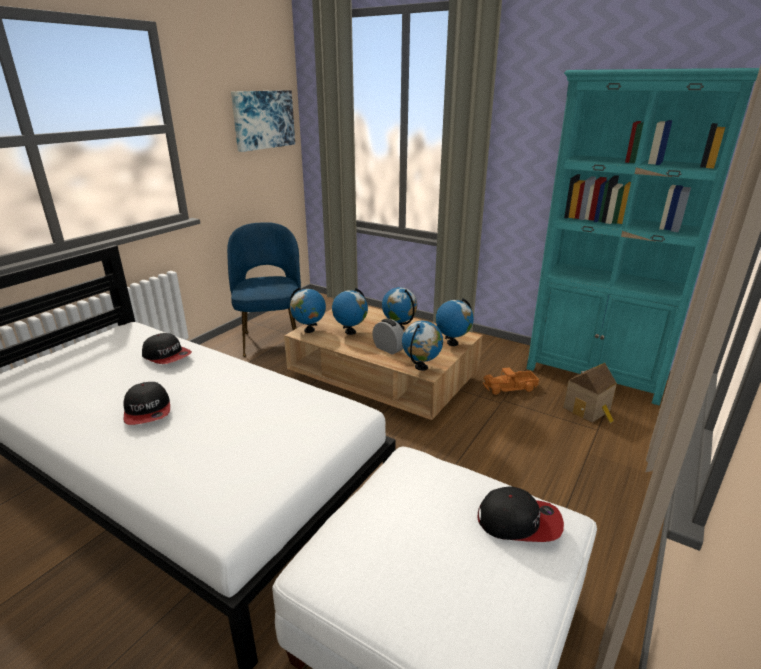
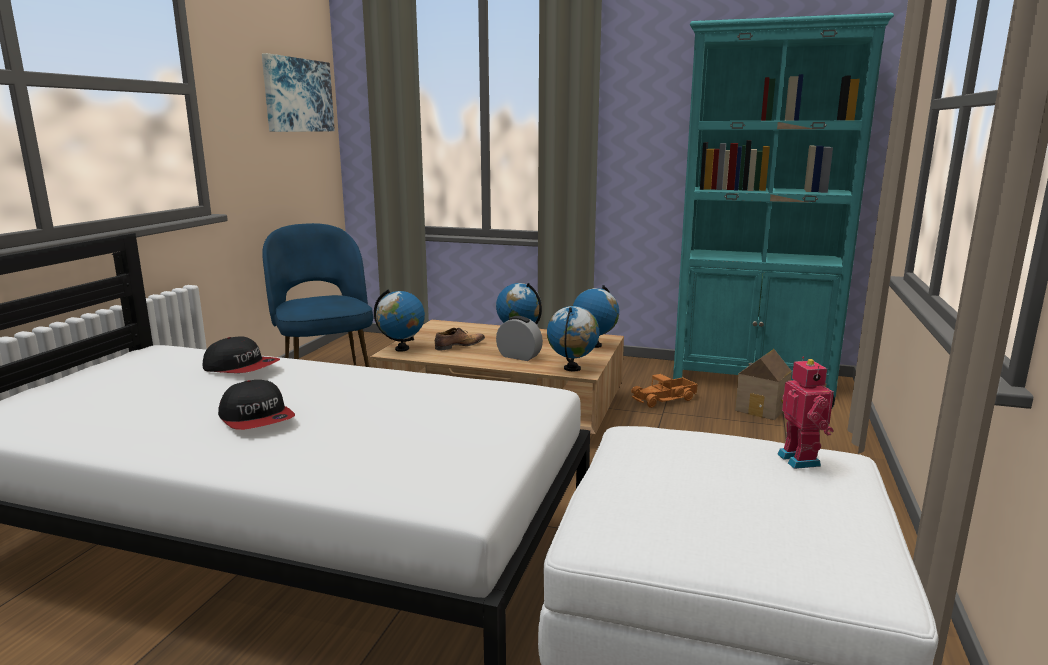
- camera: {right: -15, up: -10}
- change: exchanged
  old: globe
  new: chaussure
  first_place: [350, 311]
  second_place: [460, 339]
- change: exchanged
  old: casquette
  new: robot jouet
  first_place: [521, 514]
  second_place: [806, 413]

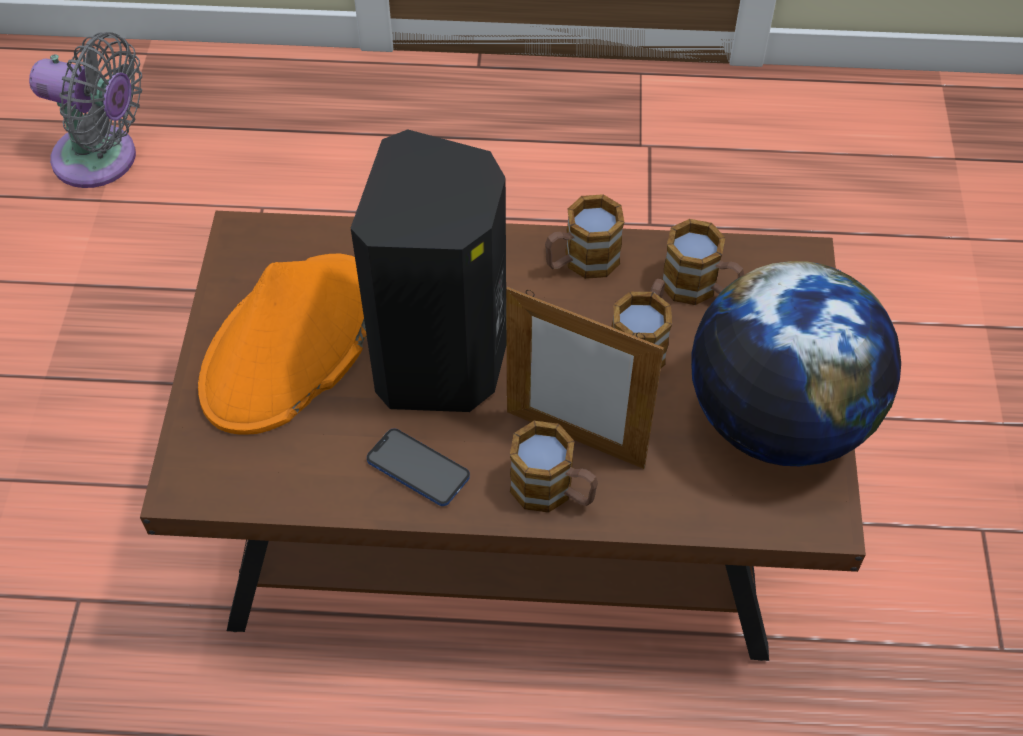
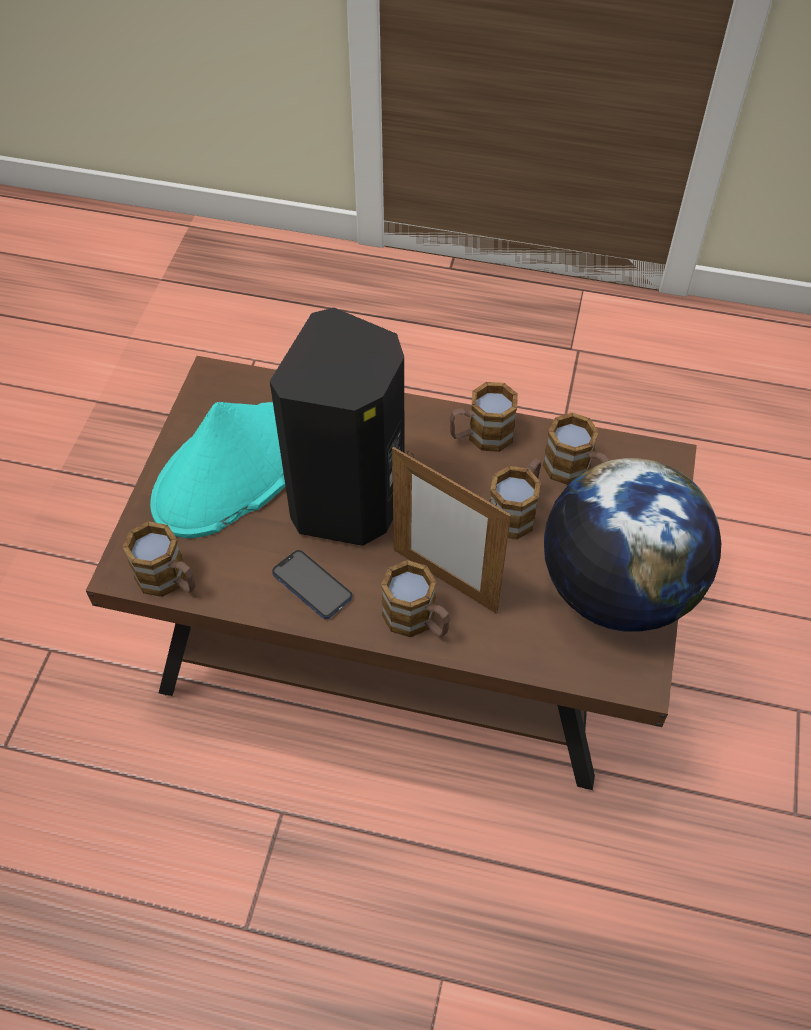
- camera: {right: 10, up: 0}
- change: missing
  old: ventilateur (gris)
  first_place: [85, 110]
- change: appeared
  new: mug
  second_place: [159, 559]
- change: colour
  old: chapeau (orange)
  new: chapeau (turquoise)
  first_place: [282, 344]
  second_place: [217, 470]

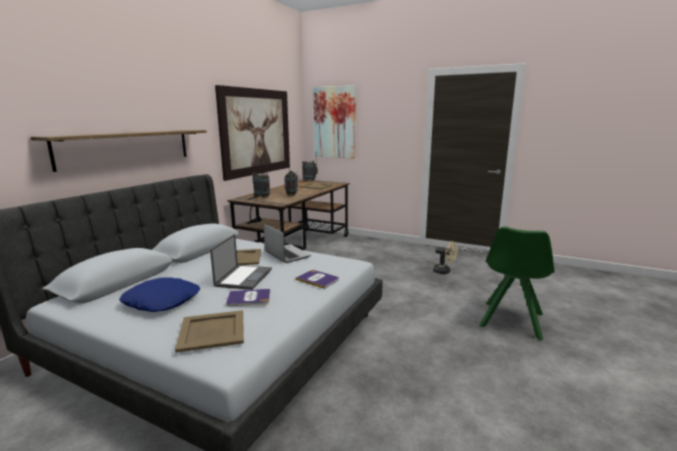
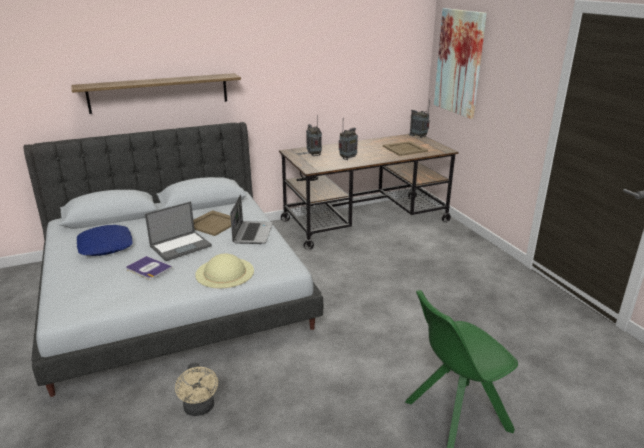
- camera: {right: 40, up: 10}
- change: missing
  old: plateau (beige)
  first_place: [209, 331]
- change: missing
  old: tableau
  first_place: [252, 133]
- change: relocated
  old: ventilateur (beige)
  first_place: [445, 257]
  second_place: [196, 389]
- change: exchanged
  old: livre
  new: chapeau (beige)
  first_place: [317, 279]
  second_place: [224, 271]

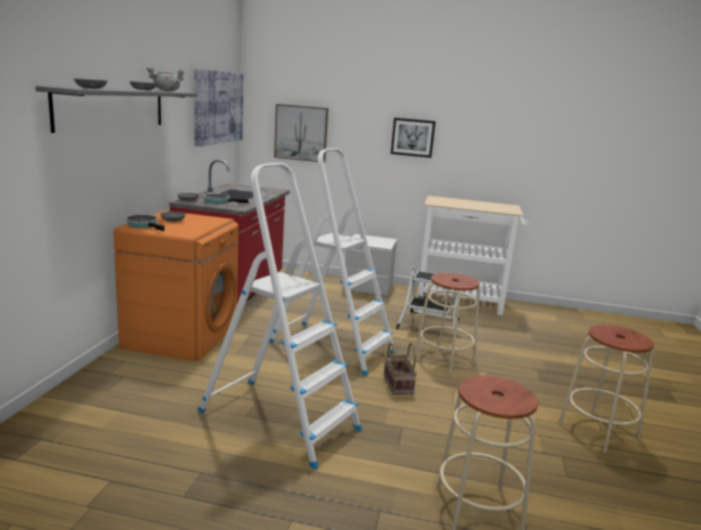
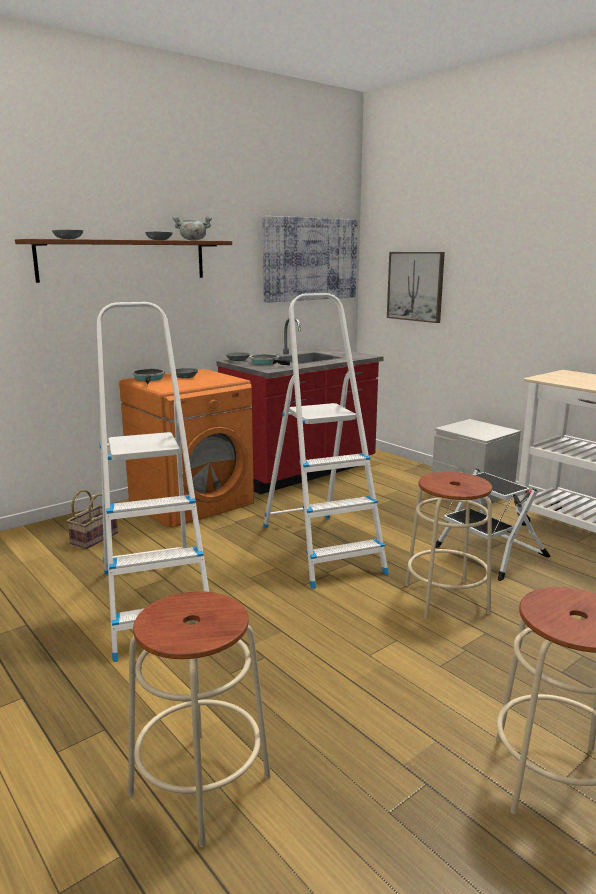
- camera: {right: 40, up: 0}
- change: missing
  old: tableau
  first_place: [413, 138]
- change: relocated
  old: panier
  first_place: [400, 368]
  second_place: [92, 519]
- change: colour
  old: étagère (gris)
  new: étagère (marron)
  first_place: [116, 109]
  second_place: [123, 261]

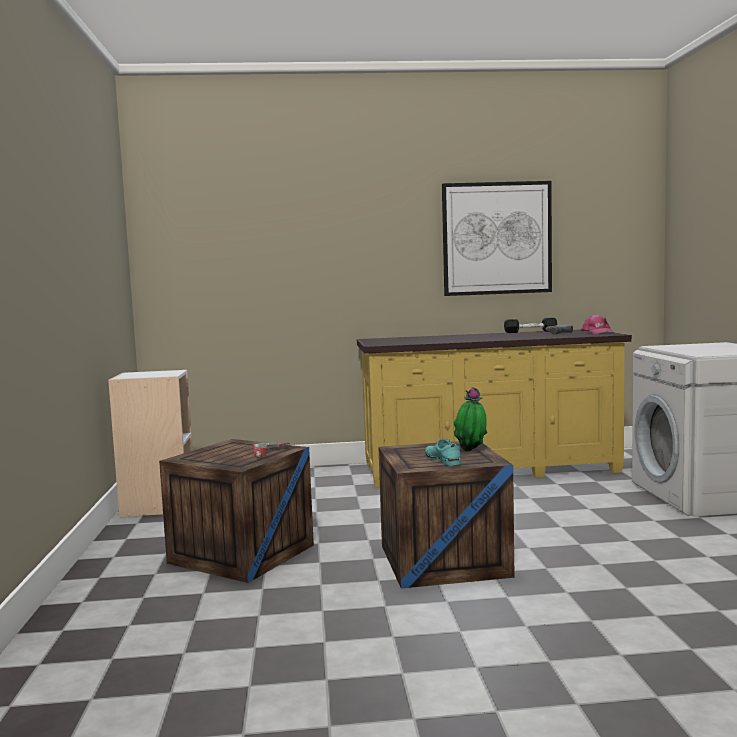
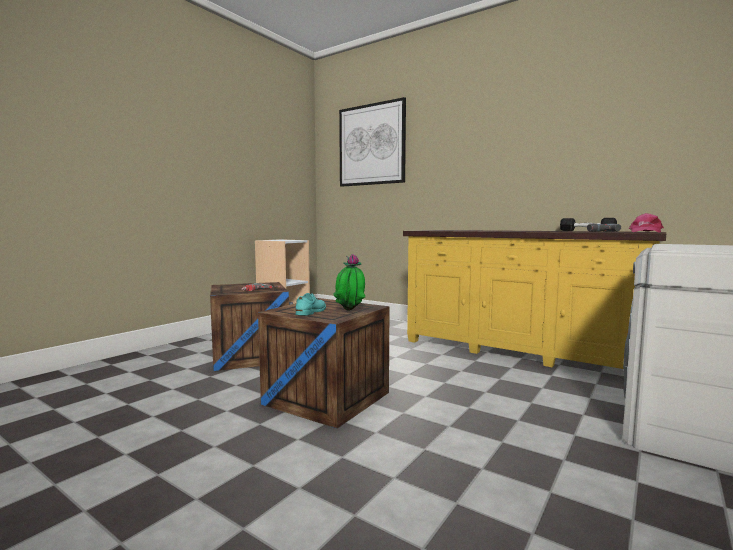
- camera: {right: 40, up: 0}
- change: relocated
  old: tableau
  first_place: [497, 238]
  second_place: [372, 142]

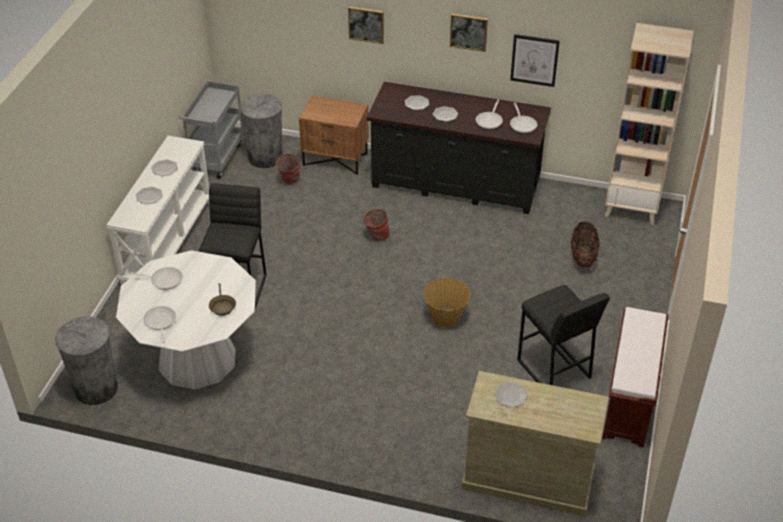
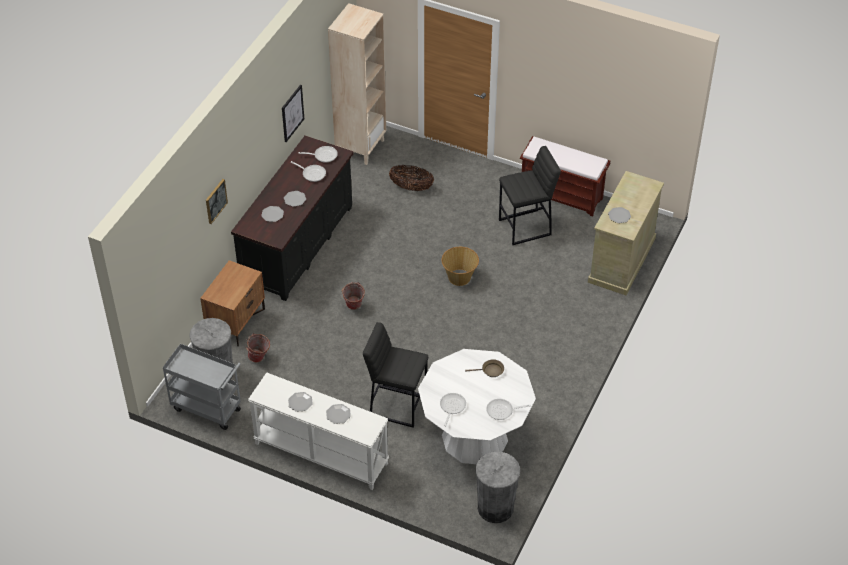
- camera: {right: -80, up: 5}
- change: missing
  old: tableau
  first_place: [469, 33]

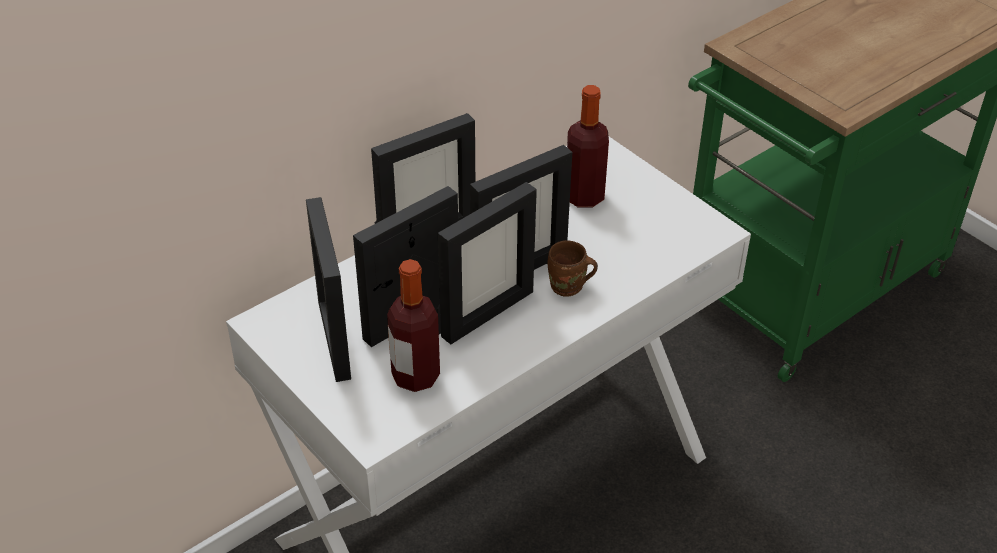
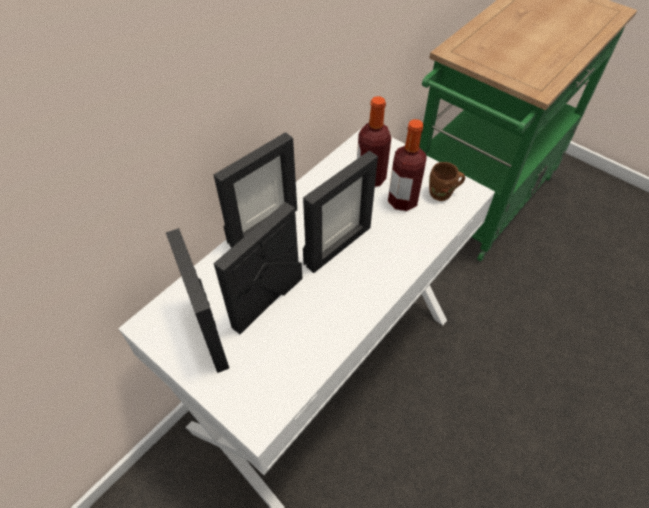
- camera: {right: -10, up: 10}
- change: missing
  old: cadre photo
  first_place: [487, 263]
- change: relocated
  old: bouteille
  first_place: [413, 325]
  second_place: [407, 165]
- change: relocated
  old: mug (marron)
  first_place: [572, 268]
  second_place: [447, 181]

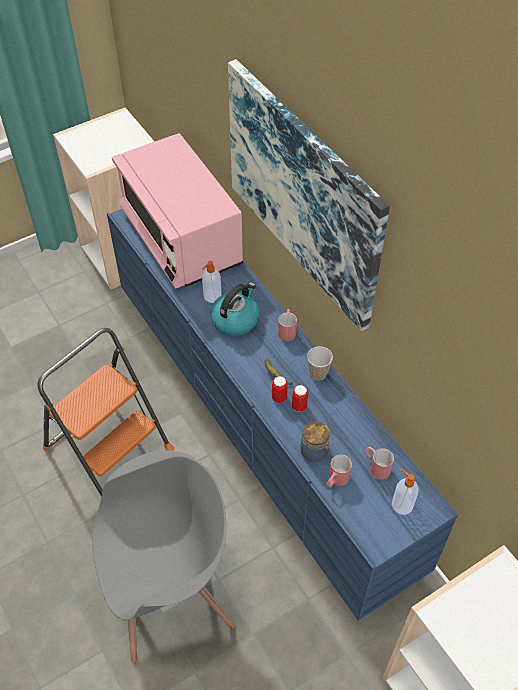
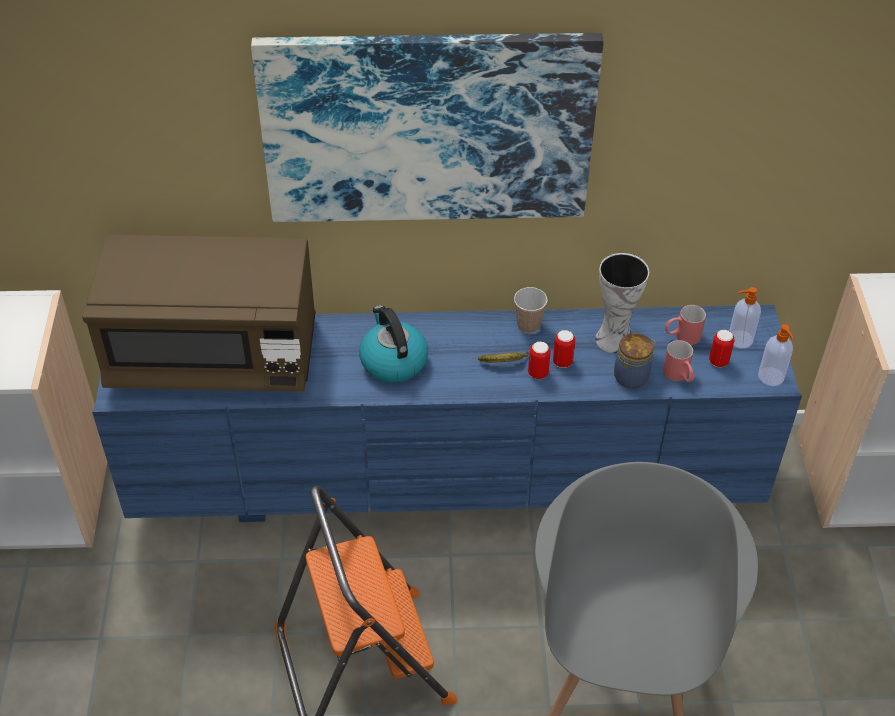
- camera: {right: -60, up: -5}
- change: missing
  old: mug (rouge)
  first_place: [287, 325]
- change: appeared
  new: vase
  second_place: [622, 303]
- change: appeared
  new: boîte métallique
  second_place: [722, 348]
- change: relocated
  old: distributeur de savon
  first_place: [212, 282]
  second_place: [776, 355]
- change: colour
  old: micro-ondes (rose)
  new: micro-ondes (marron)
  first_place: [177, 211]
  second_place: [199, 313]

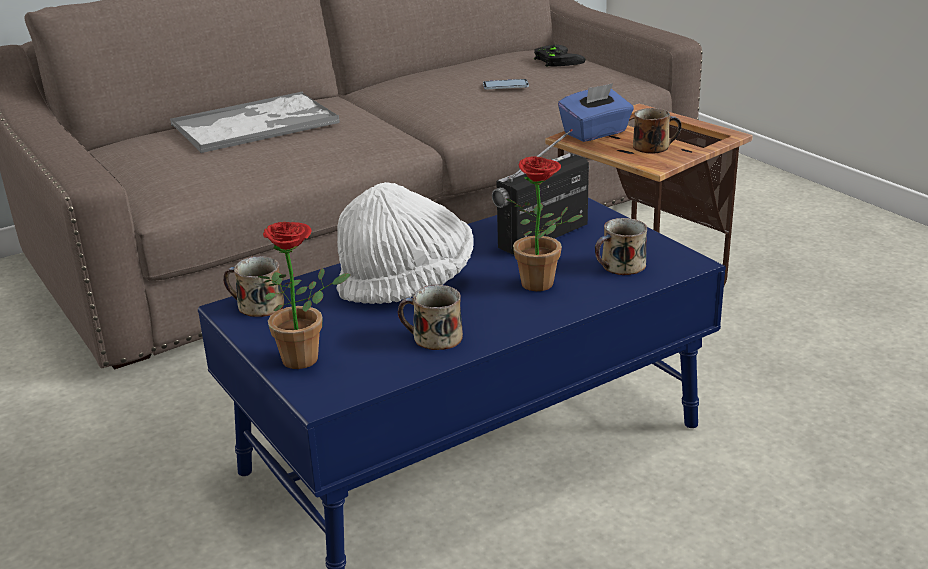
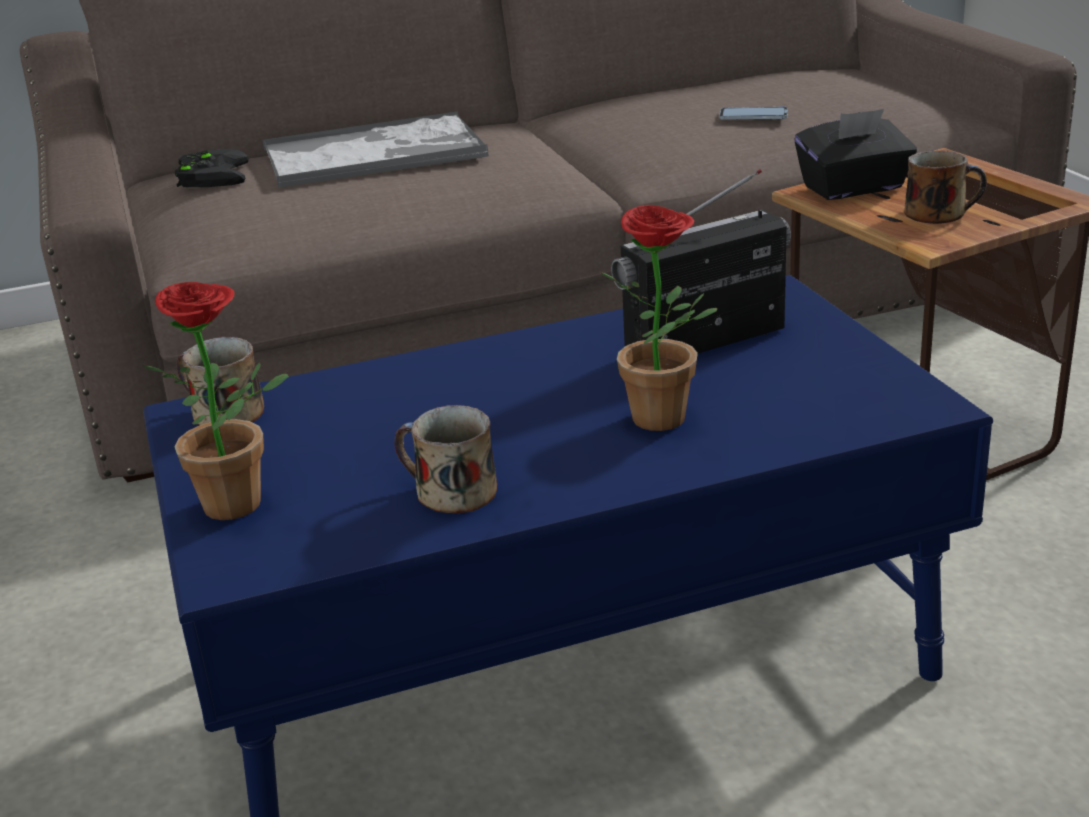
- camera: {right: 15, up: 0}
- change: missing
  old: chapeau (blanc)
  first_place: [405, 243]
- change: missing
  old: mug
  first_place: [621, 246]
- change: relocated
  old: manette (noir)
  first_place: [560, 56]
  second_place: [212, 168]
- change: colour
  old: boîte à mouchoirs (bleu)
  new: boîte à mouchoirs (noir)
  first_place: [596, 112]
  second_place: [856, 154]

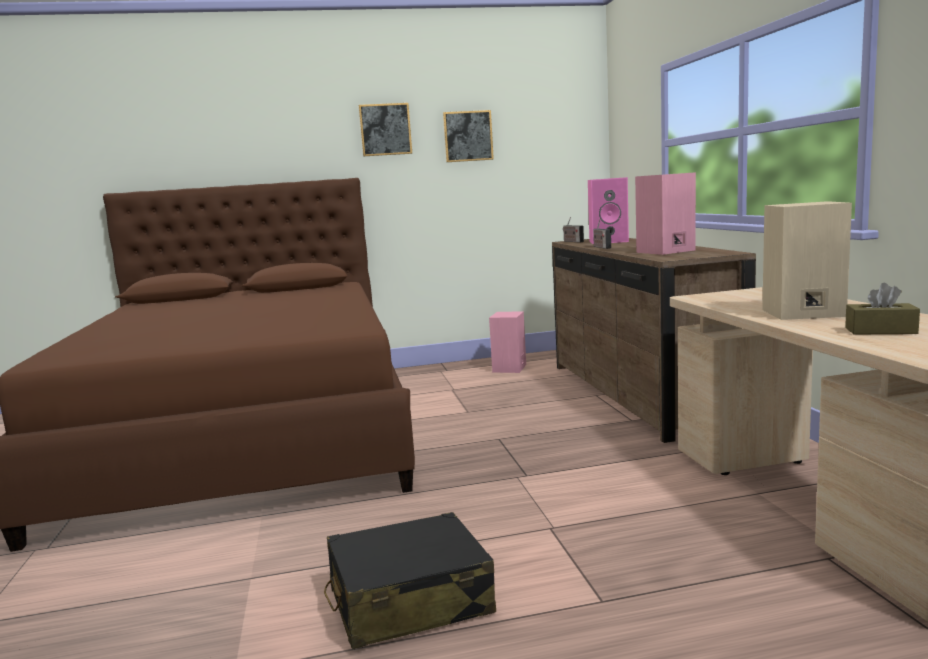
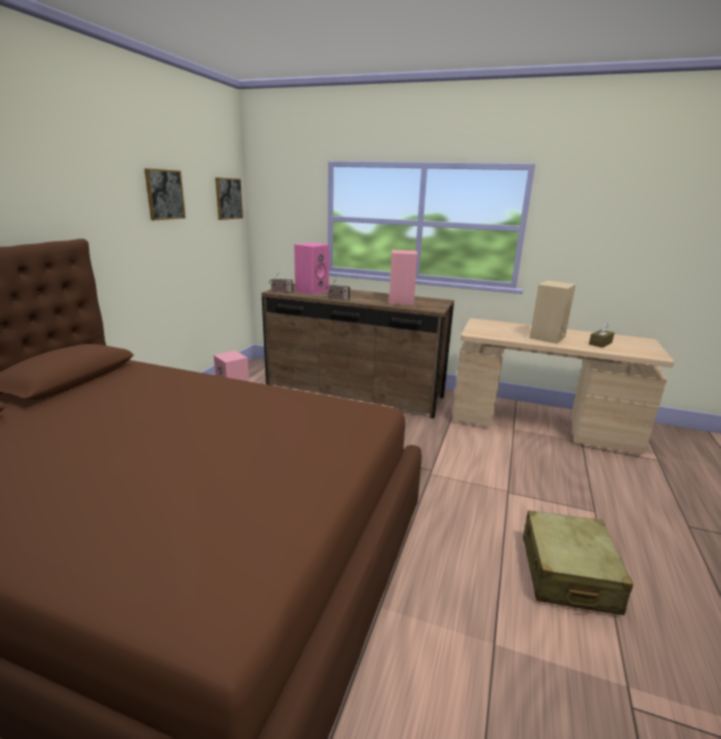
- camera: {right: -60, up: 10}
- change: relocated
  old: tableau
  first_place: [385, 129]
  second_place: [229, 198]
- change: colour
  old: valise (noir)
  new: valise (beige)
  first_place: [410, 580]
  second_place: [578, 562]

